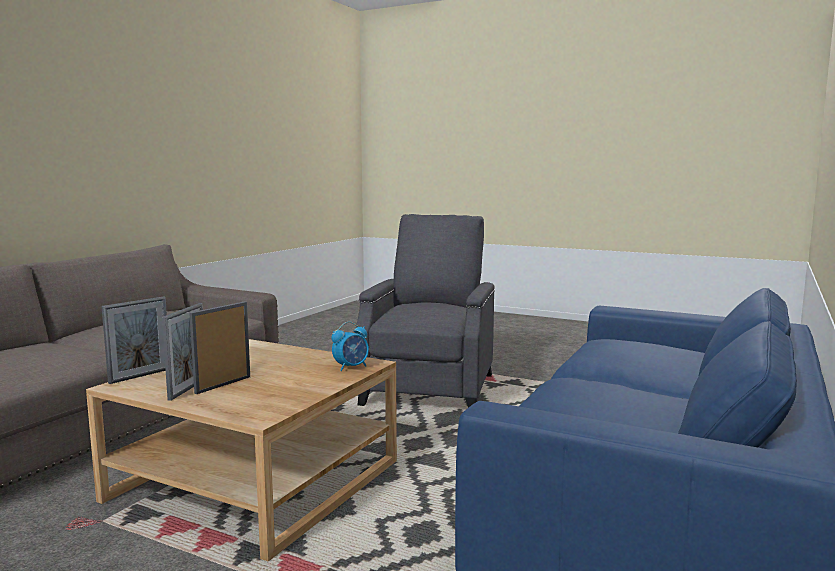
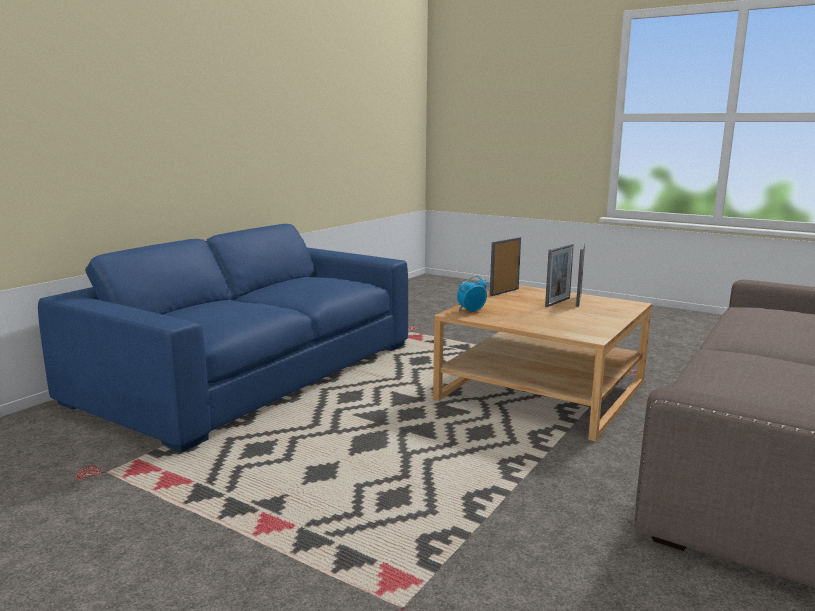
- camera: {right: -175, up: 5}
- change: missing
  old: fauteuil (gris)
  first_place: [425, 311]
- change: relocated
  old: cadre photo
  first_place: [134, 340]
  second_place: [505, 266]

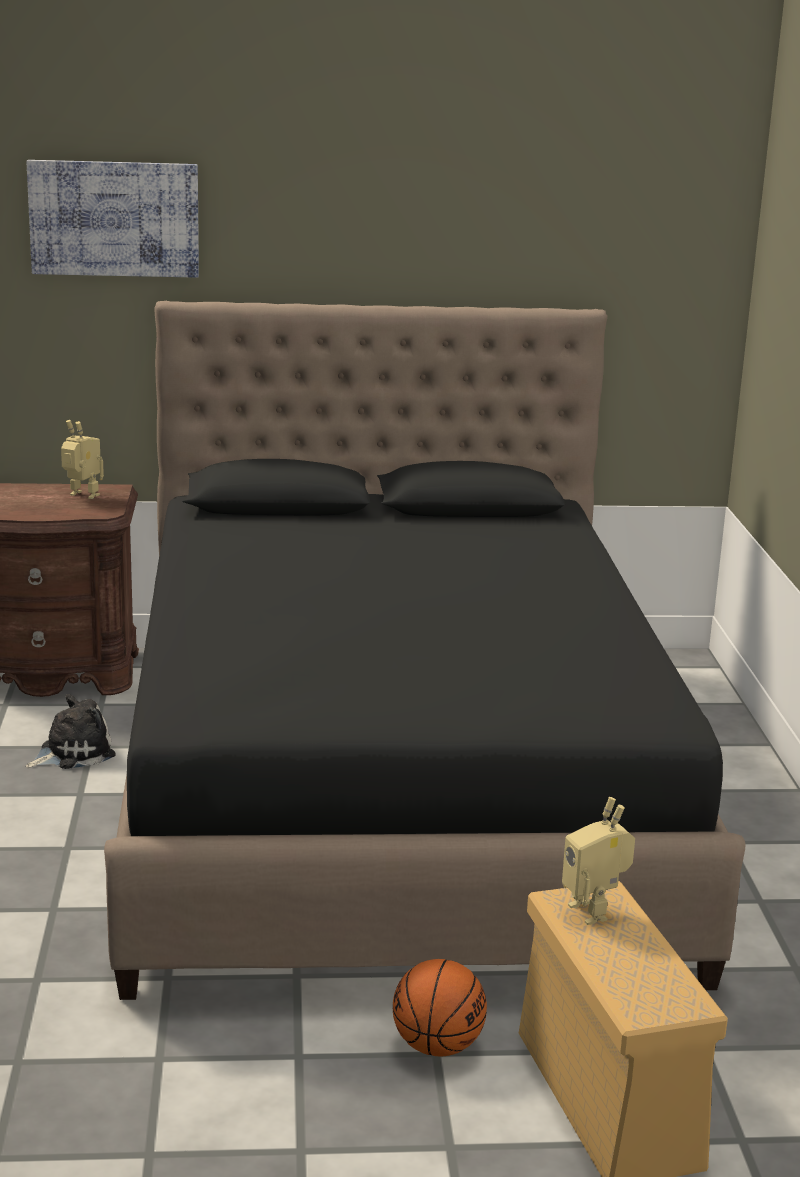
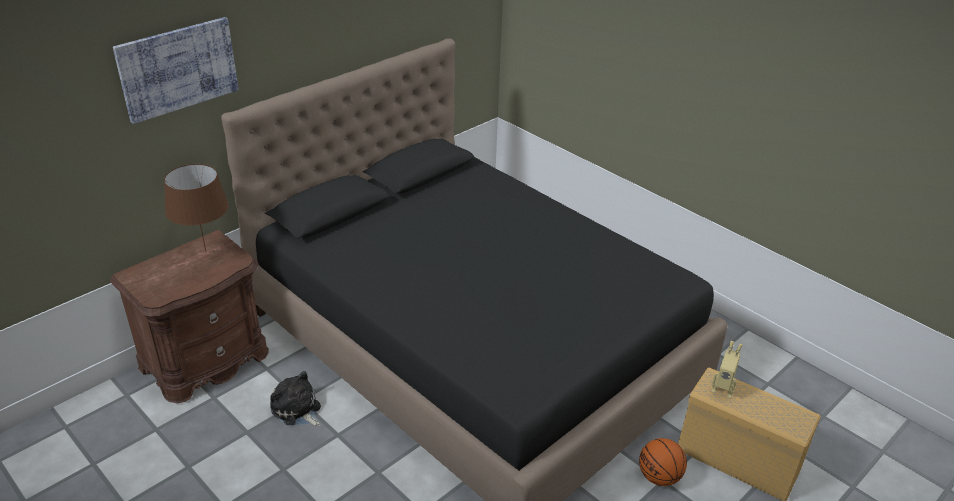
- camera: {right: -40, up: 15}
- change: exchanged
  old: robot jouet
  new: lampe de table (marron)
  first_place: [82, 459]
  second_place: [196, 208]
- change: spun
  old: peluche
  first_place: [71, 731]
  second_place: [295, 399]
  degrees: -60

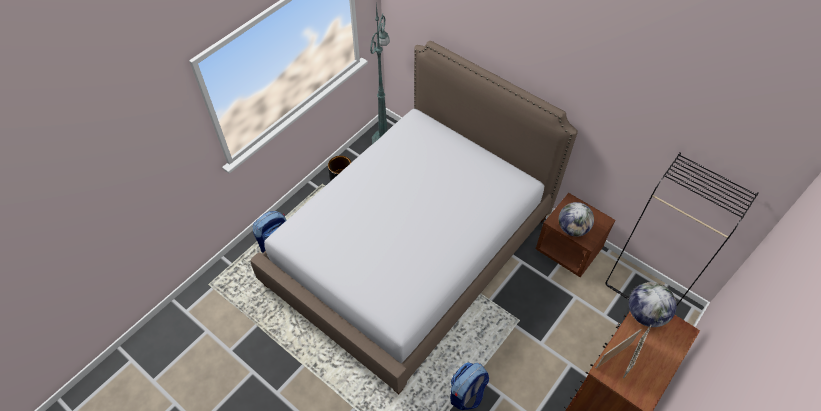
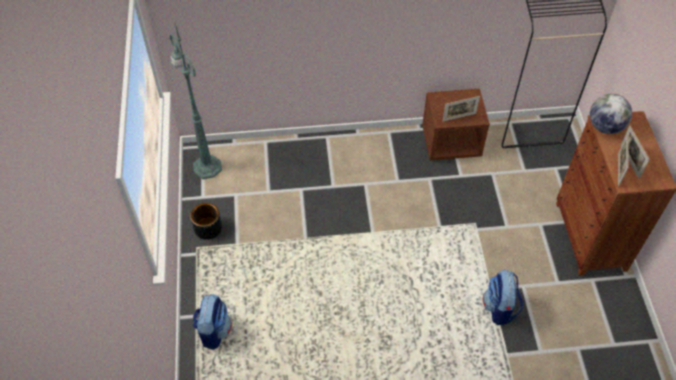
- camera: {right: -45, up: 0}
- change: missing
  old: lit
  first_place: [414, 217]
- change: exchanged
  old: globe
  new: cadre photo
  first_place: [576, 219]
  second_place: [461, 109]

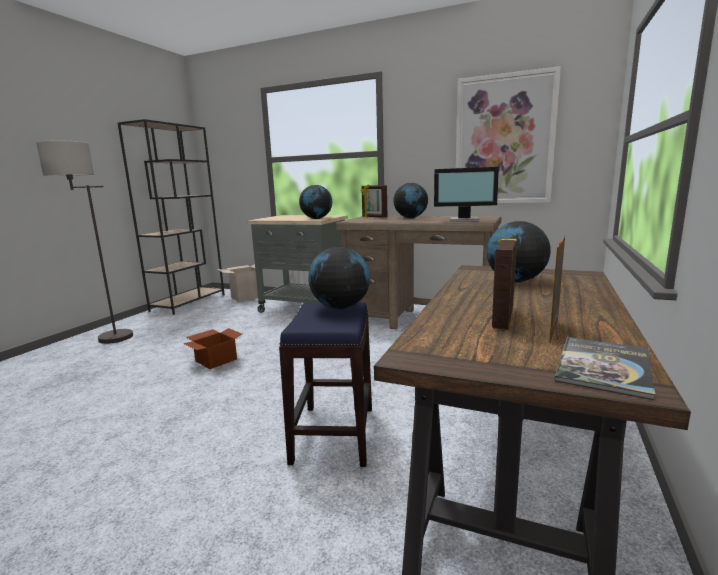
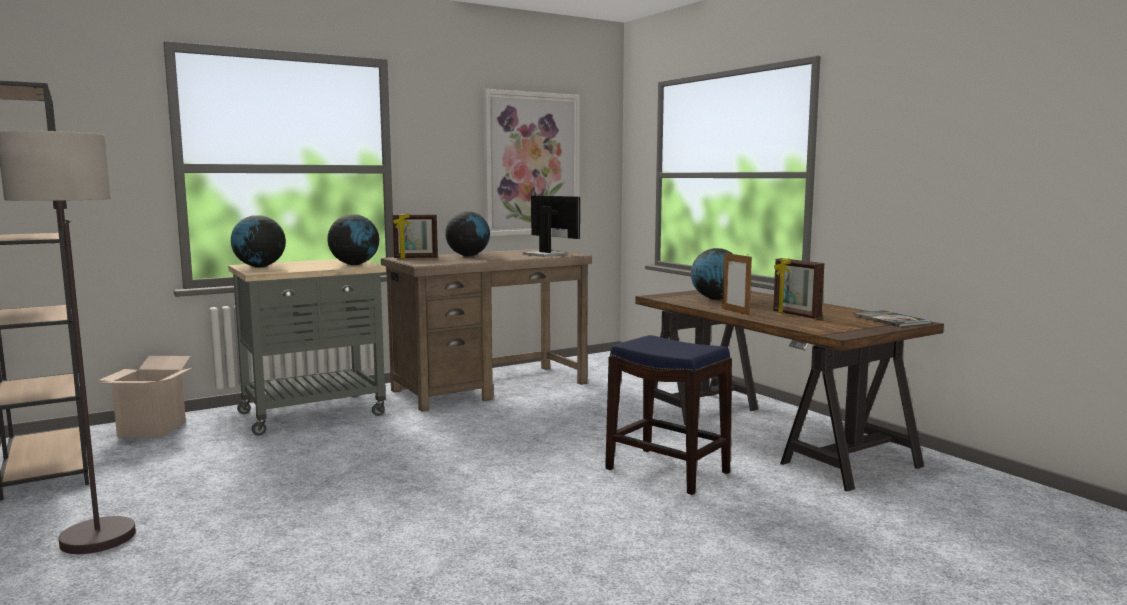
- camera: {right: -55, up: -5}
- change: missing
  old: carton
  first_place: [212, 348]
- change: relocated
  old: globe
  first_place: [339, 278]
  second_place: [258, 241]
- change: relocated
  old: cadre photo
  first_place: [557, 289]
  second_place: [737, 283]
- change: spun
  old: écran d'ordinateur
  first_place: [466, 194]
  second_place: [551, 226]
  degrees: -90

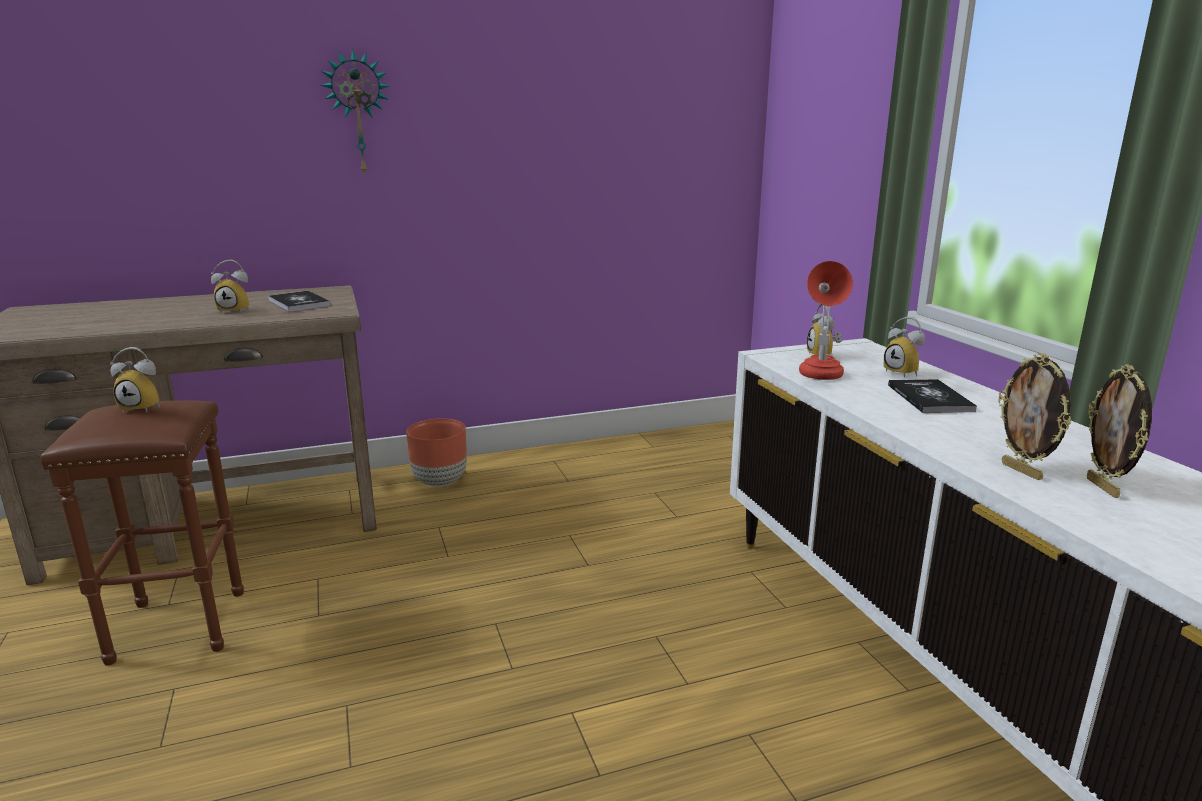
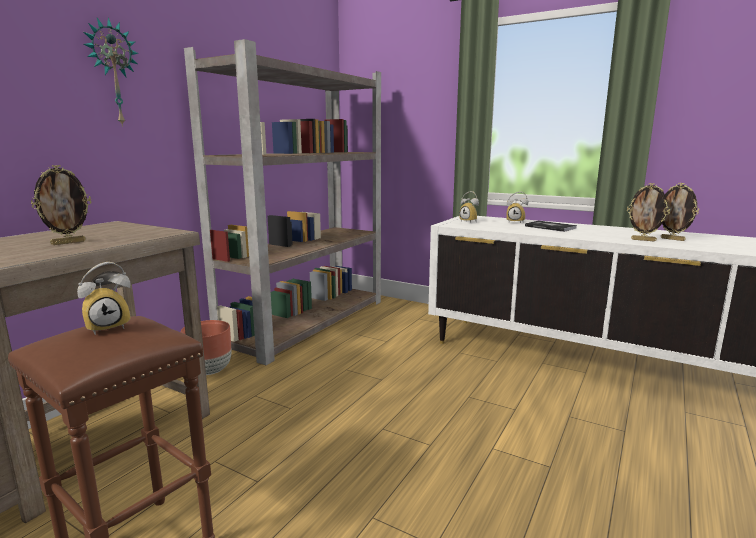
- camera: {right: -40, up: -5}
- change: missing
  old: livre
  first_place: [299, 301]
- change: missing
  old: lampe de table (rouge)
  first_place: [826, 320]
- change: appeared
  new: bibliothèque (marron)
  second_place: [282, 202]
- change: exchanged
  old: réveil
  new: cadre photo
  first_place: [230, 287]
  second_place: [61, 205]

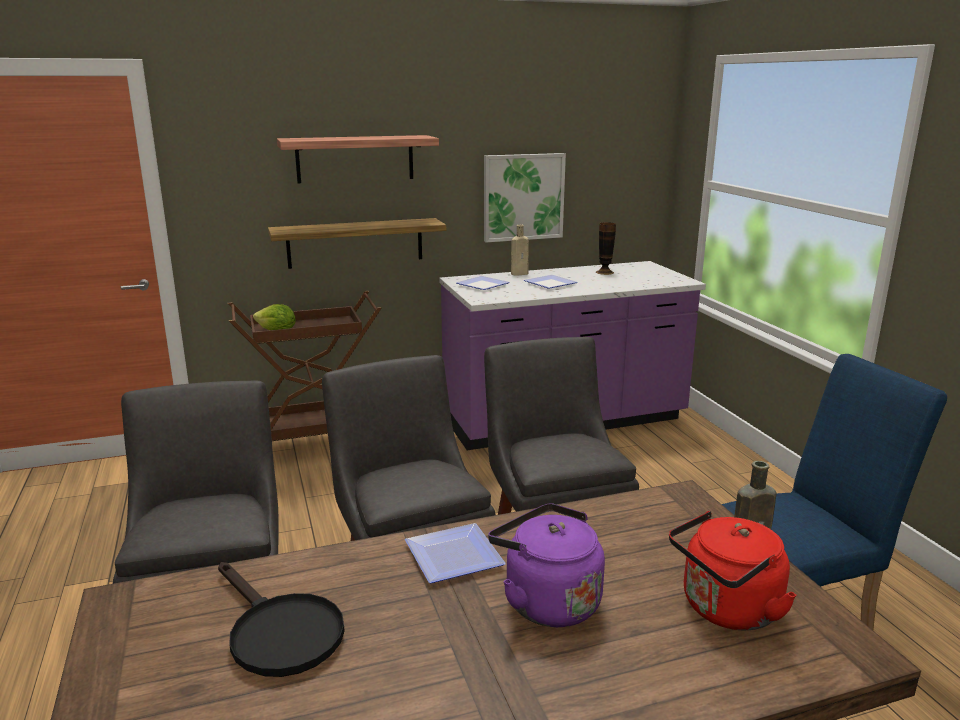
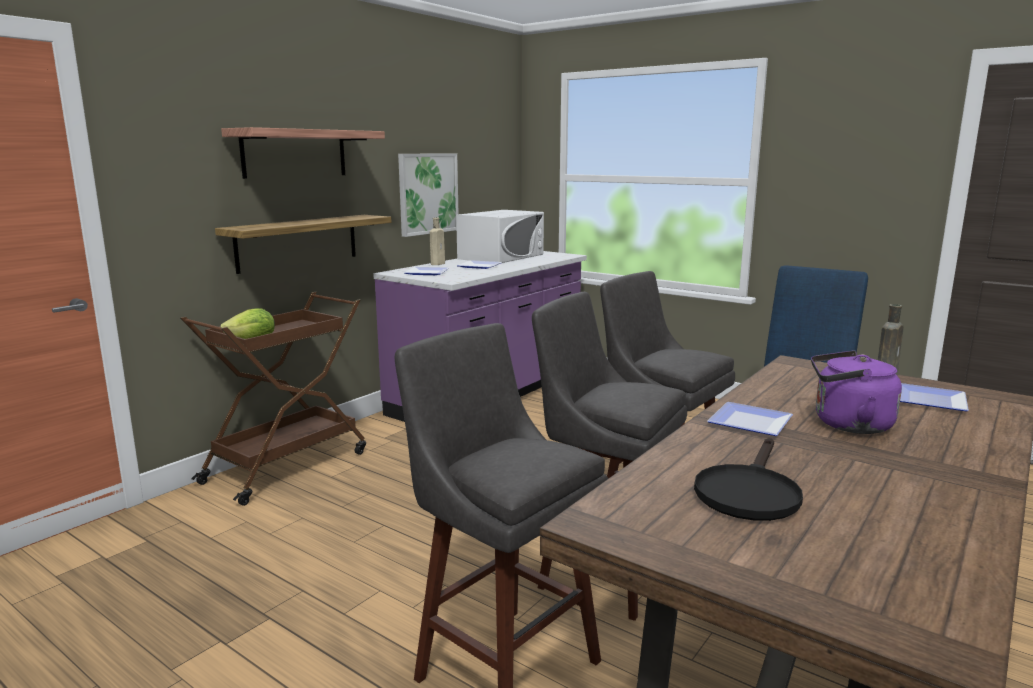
- camera: {right: -35, up: -5}
- change: exchanged
  old: vase
  new: micro-ondes (blanc)
  first_place: [606, 248]
  second_place: [500, 236]
- change: exchanged
  old: bouilloire (rouge)
  new: assiette
  first_place: [733, 571]
  second_place: [934, 397]
- change: spun
  old: poêle (noir)
  first_place: [281, 619]
  second_place: [748, 479]
  degrees: 105

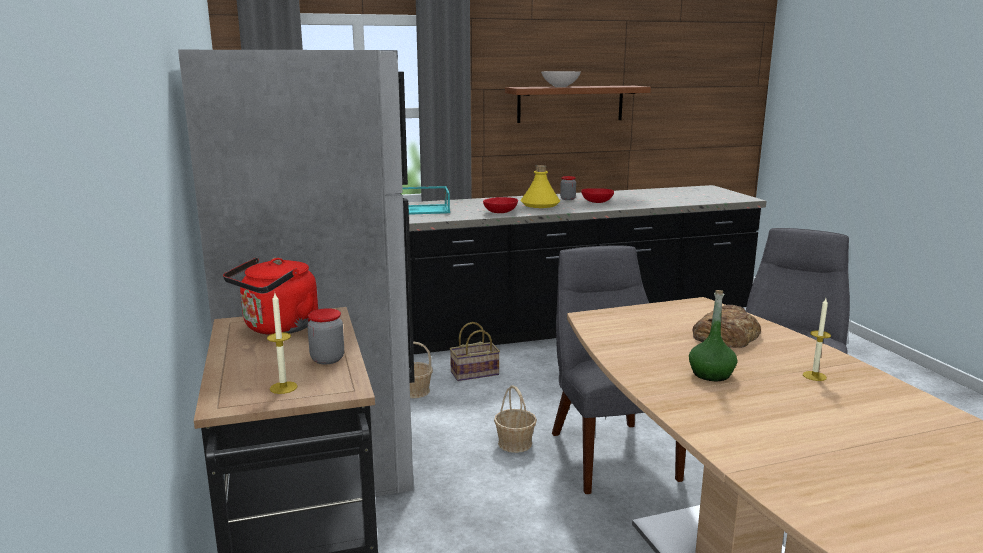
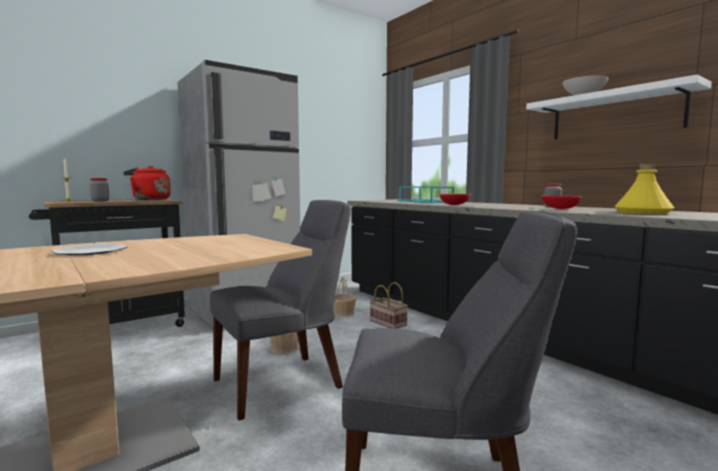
- camera: {right: 70, up: -10}
- change: missing
  old: pain
  first_place: [726, 326]
- change: missing
  old: bougie
  first_place: [817, 339]
- change: relocated
  old: bouteille (jaune)
  first_place: [540, 186]
  second_place: [644, 188]
- change: exchanged
  old: bouteille (vert)
  new: assiette
  first_place: [713, 335]
  second_place: [90, 249]
- change: colour
  old: étagère (marron)
  new: étagère (blanc)
  first_place: [578, 104]
  second_place: [619, 107]

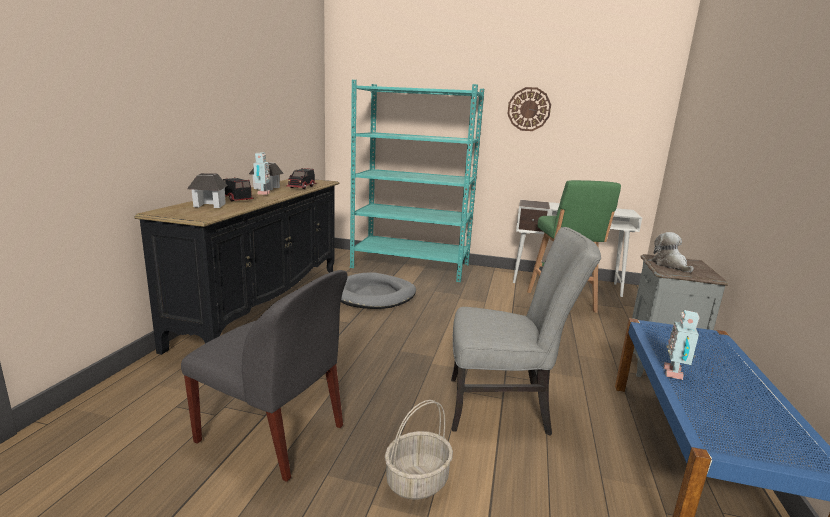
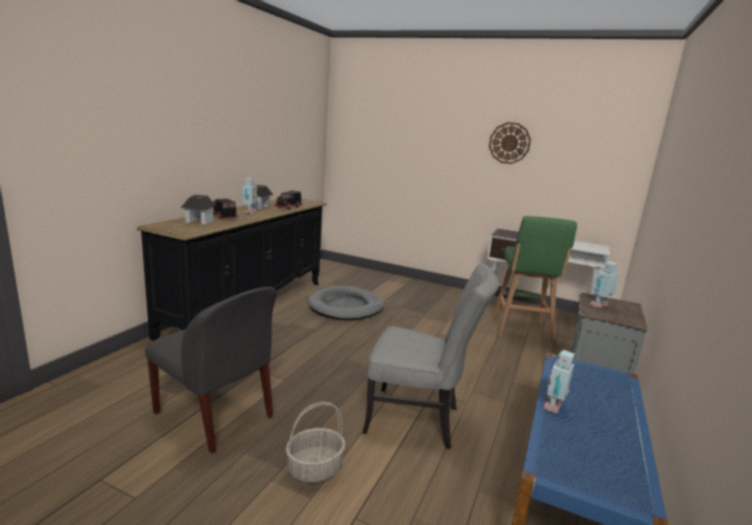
- camera: {right: 10, up: 0}
- change: missing
  old: bibliothèque (turquoise)
  first_place: [417, 181]
- change: exchanged
  old: peluche
  new: robot jouet
  first_place: [672, 252]
  second_place: [604, 284]

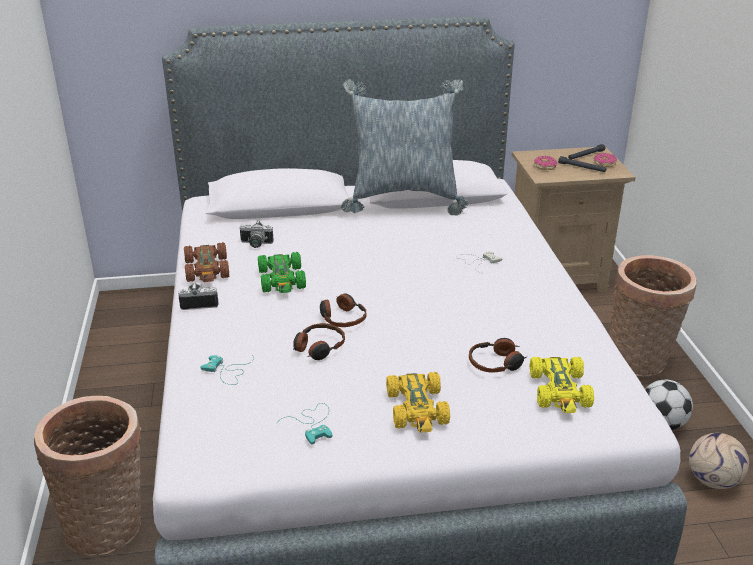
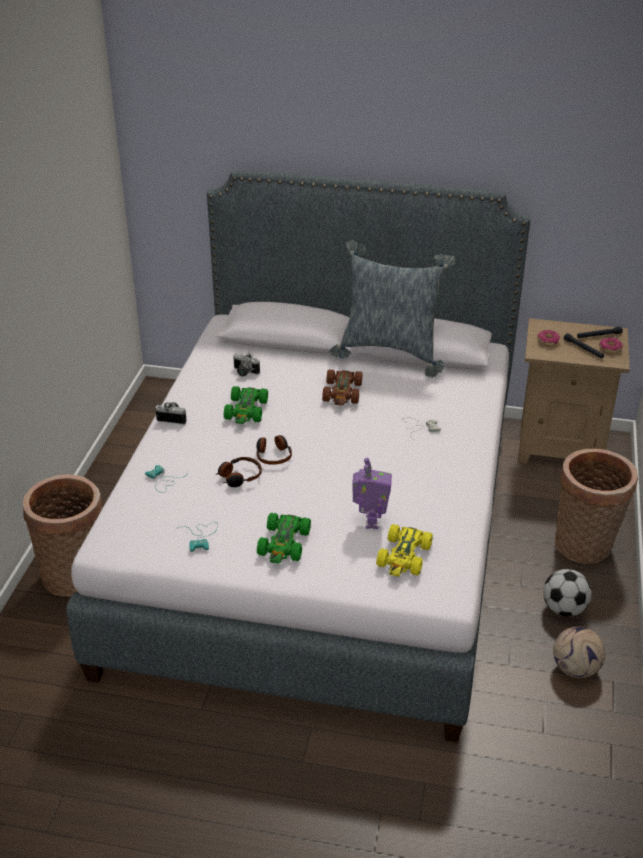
- camera: {right: 20, up: 5}
- change: relocated
  old: petite voiture (marron)
  first_place: [206, 262]
  second_place: [342, 387]
- change: exchanged
  old: casque audio
  new: robot jouet
  first_place: [498, 355]
  second_place: [372, 493]
- change: colour
  old: petite voiture (jaune)
  new: petite voiture (vert)
  first_place: [418, 402]
  second_place: [284, 538]

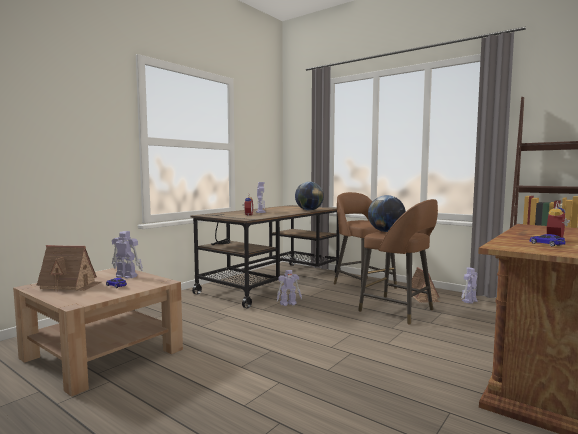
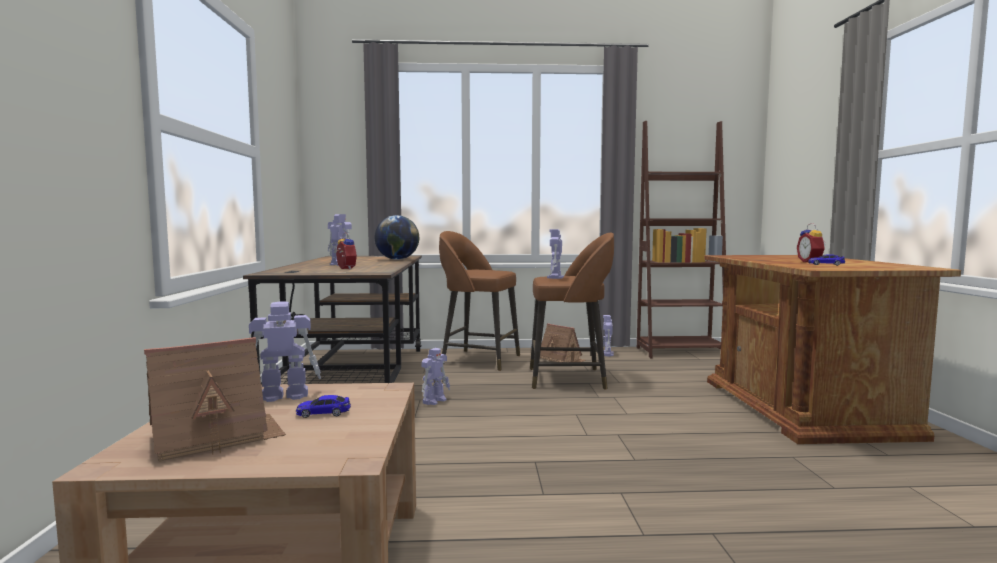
- camera: {right: -40, up: 0}
- change: exchanged
  old: globe
  new: robot jouet
  first_place: [387, 213]
  second_place: [555, 254]

